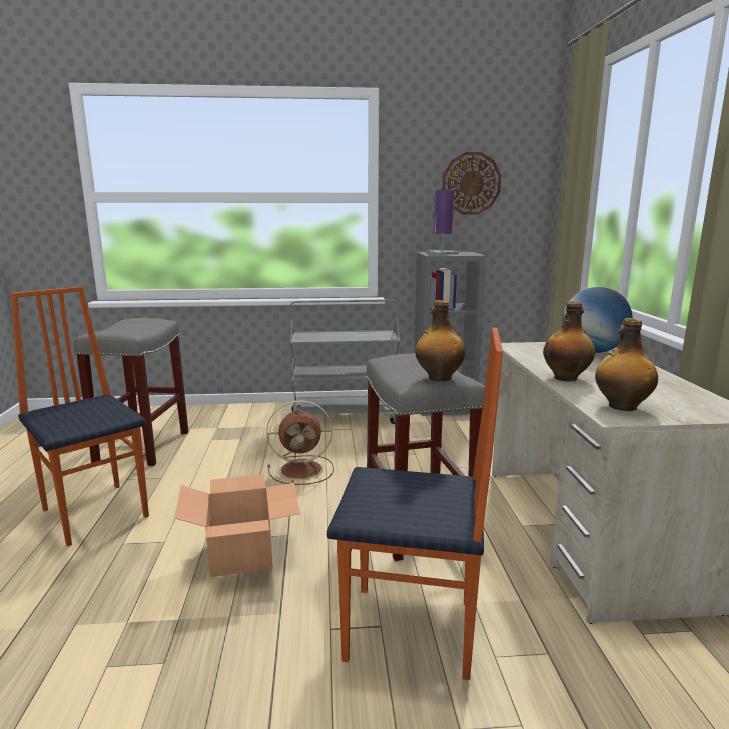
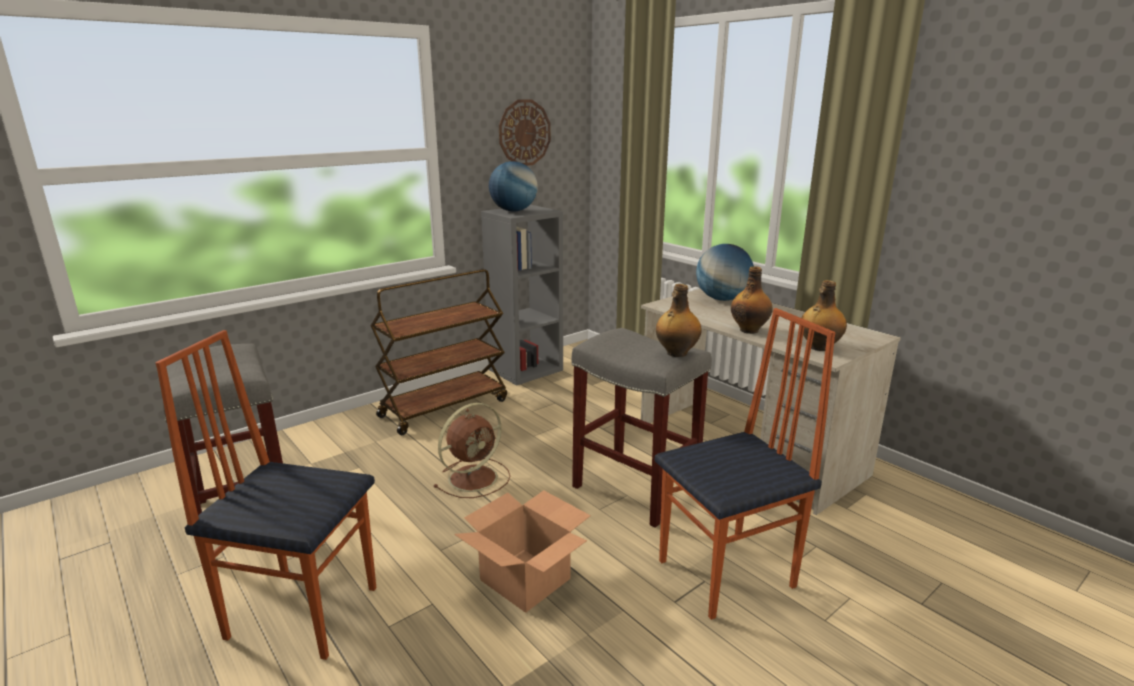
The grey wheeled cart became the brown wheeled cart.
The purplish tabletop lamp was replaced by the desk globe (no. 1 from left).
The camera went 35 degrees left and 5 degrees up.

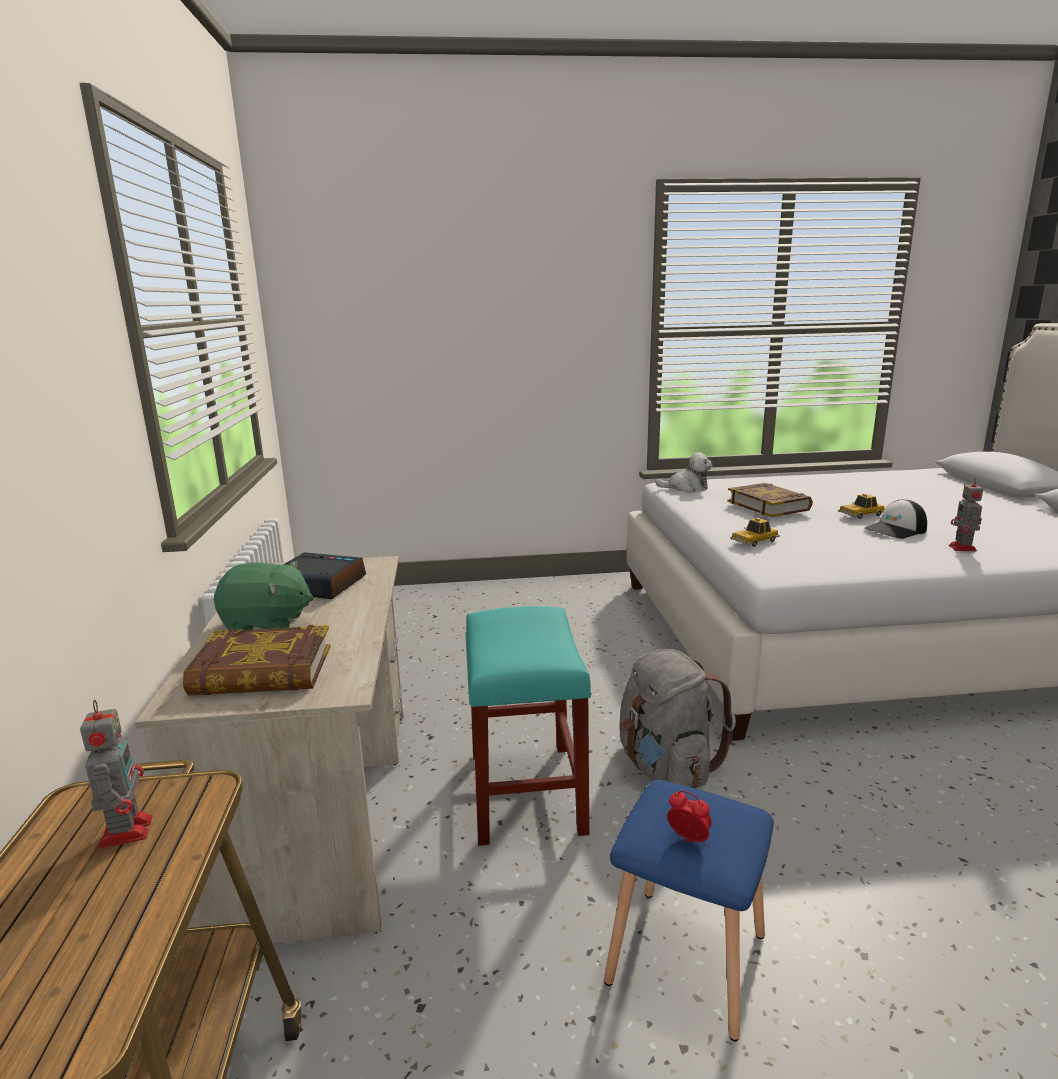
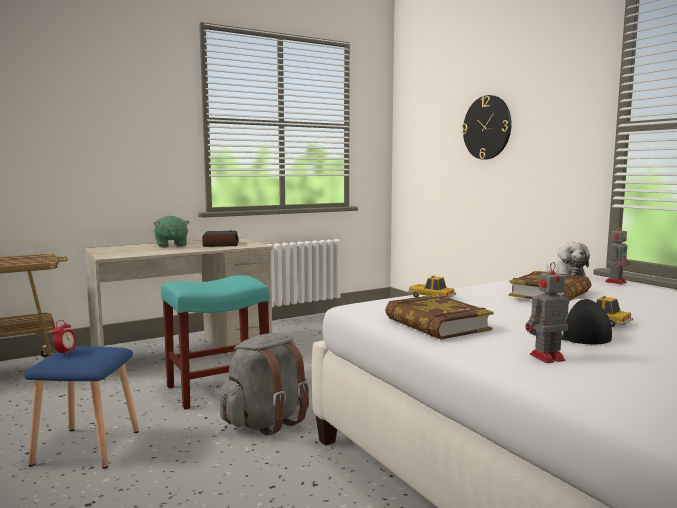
The bound book (no. 1 from left) moved.
The hanging clock appeared.
The toy robot (no. 1 from left in the first image) moved.
The camera went 65 degrees right and 10 degrees down.

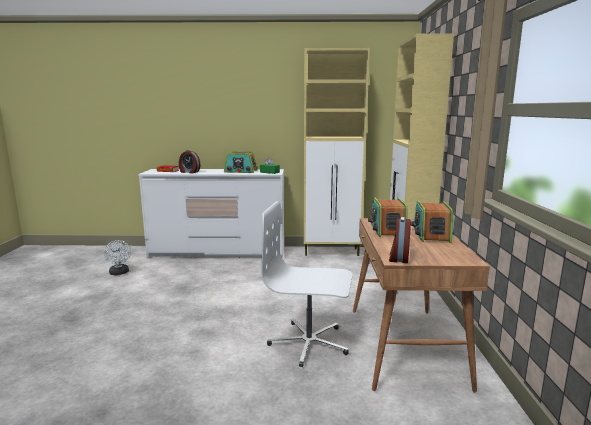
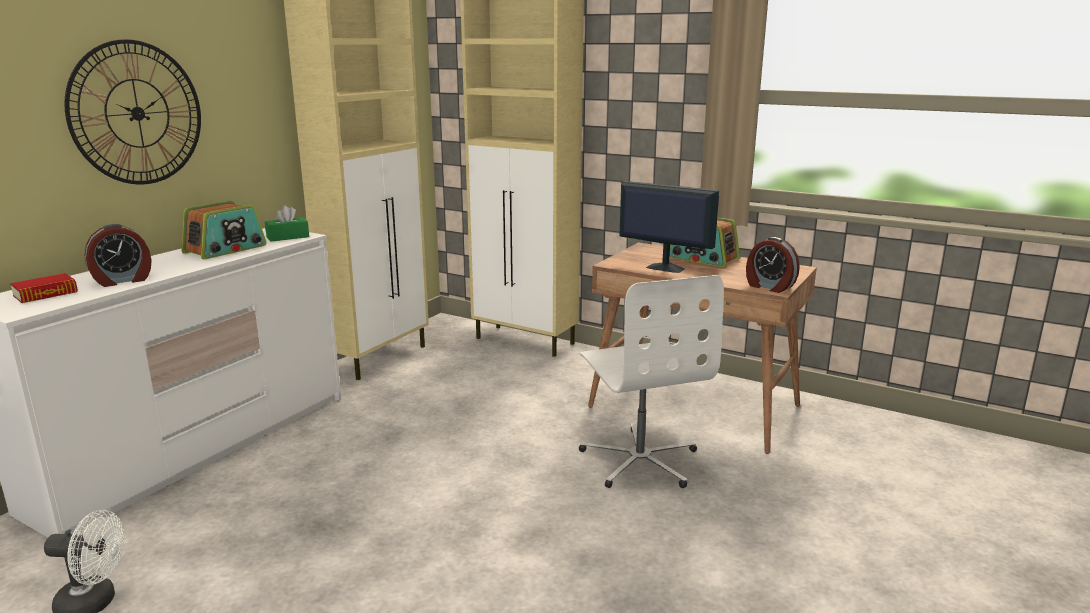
The hanging clock appeared.
The white-coloured computer chair turned 60 degrees counterclockwise.
The radio (no. 2 from left) was replaced by the monitor.
The camera went 60 degrees left and 5 degrees up.

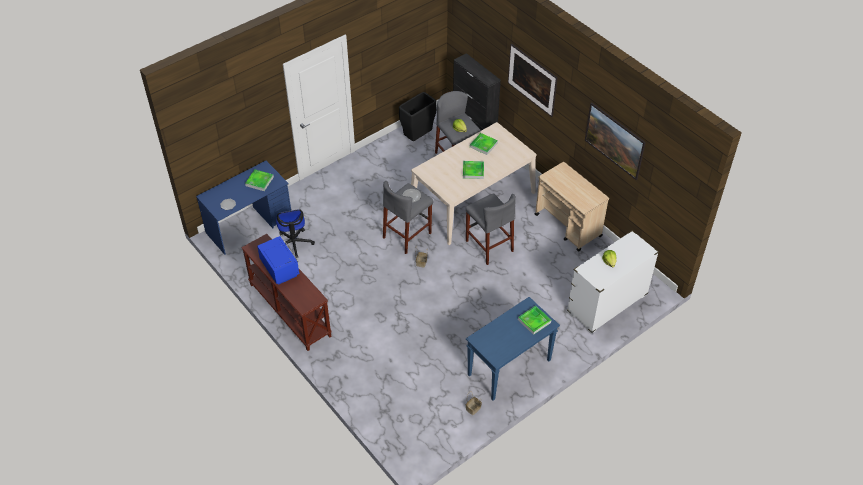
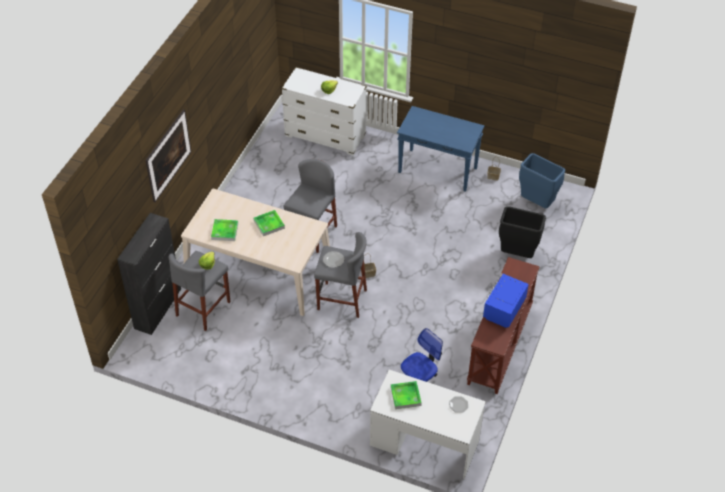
The blue desk table became the white-coloured desk table.
The black rubbish bin moved.
The blue rubbish bin appeared.
The serving tray (no. 4 from left) disappeared.
The beige-coloured wheeled cart disappeared.
The wall art (no. 2 from left) disappeared.
The camera went 120 degrees left and 0 degrees up.

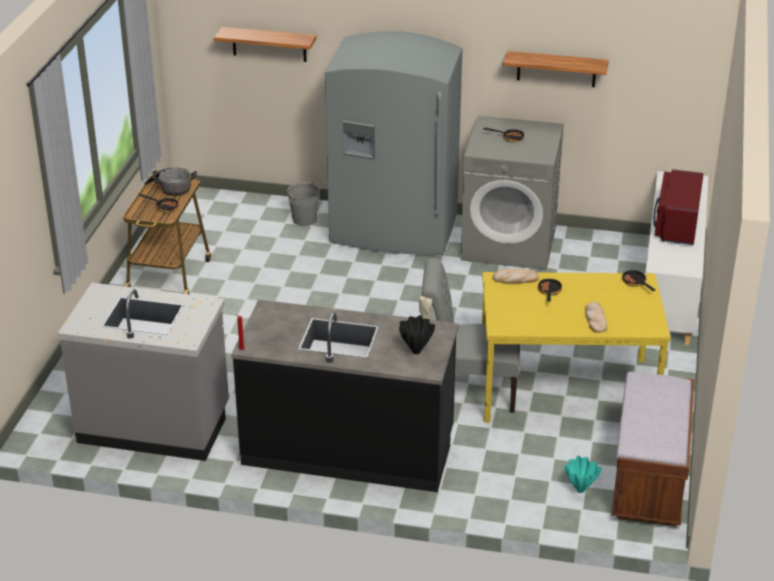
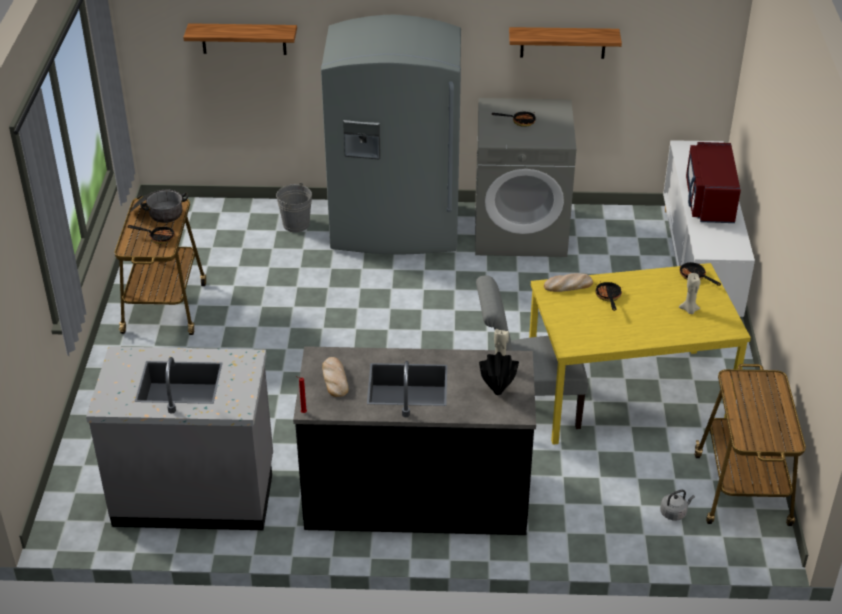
The bakery bread (no. 2 from left in the first image) moved.
The blue-green flower vase was replaced by the grey tea kettle.
The beige-coloured wax candle (no. 2 from left) appeared.
The brown indoor bench was replaced by the wheeled cart (no. 2 from left).
The camera went 10 degrees left and 5 degrees up.

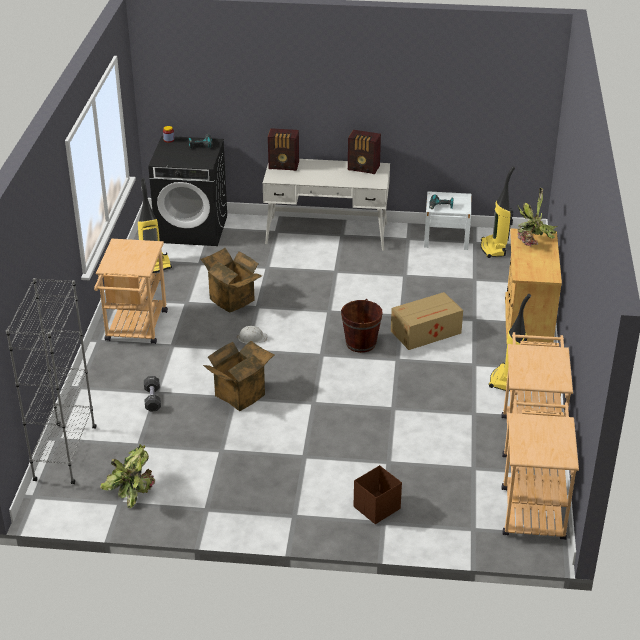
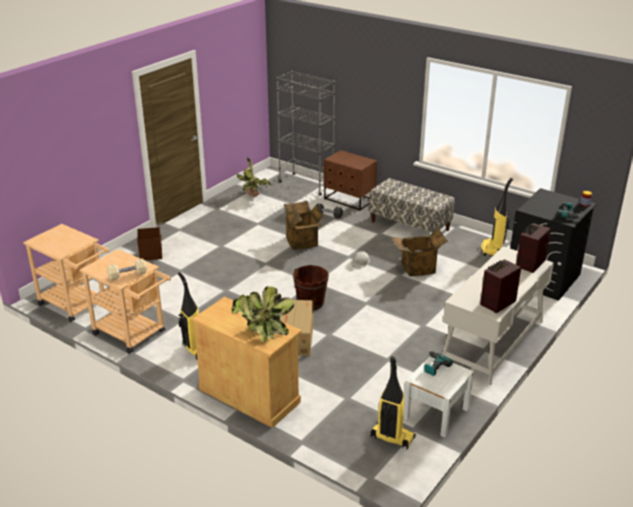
The beige-coloured free weight appeared.
The brown night table appeared.
The beige-coloured wheeled cart (no. 1 from left) was replaced by the indoor bench.
The camera went 120 degrees right and 5 degrees down.

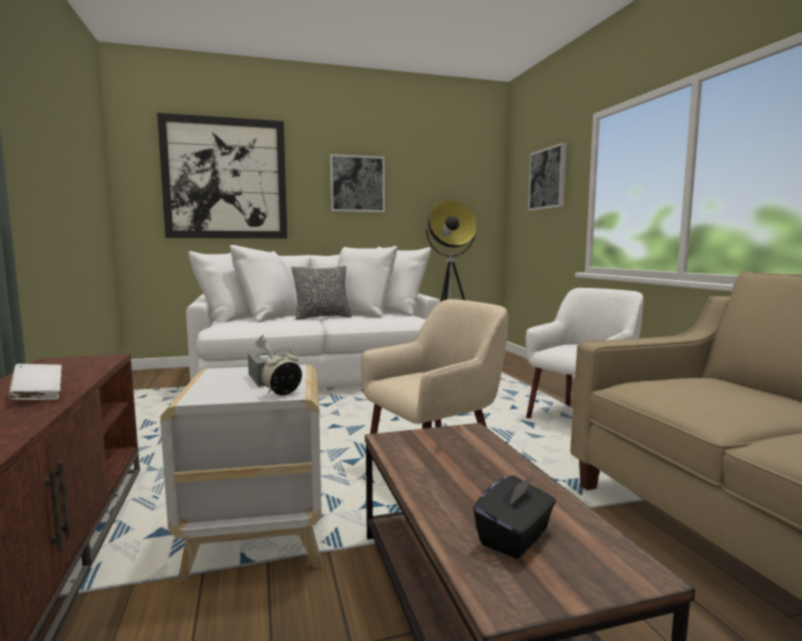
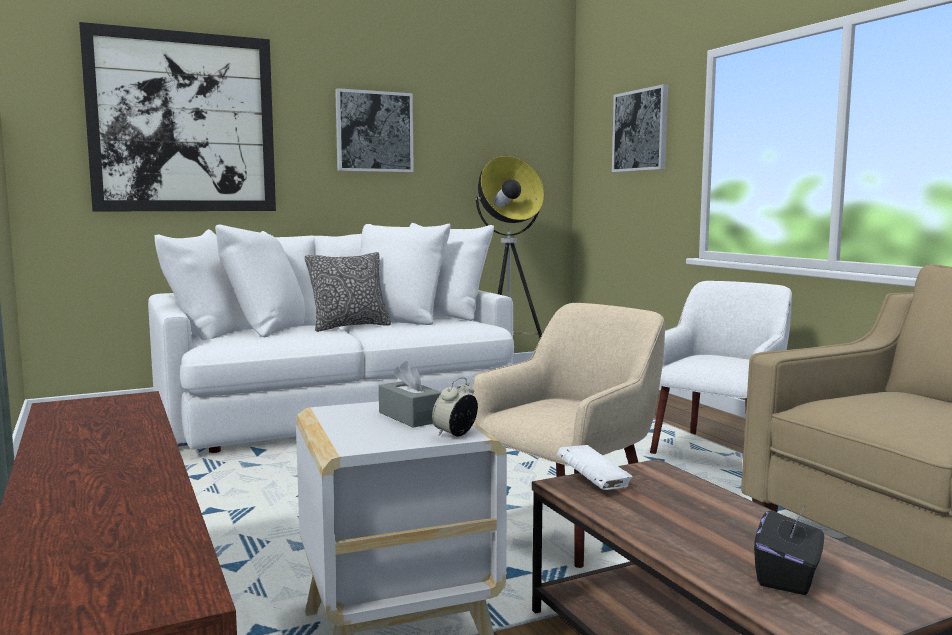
The white-coloured bound book moved.
The camera went 10 degrees left and 0 degrees up.

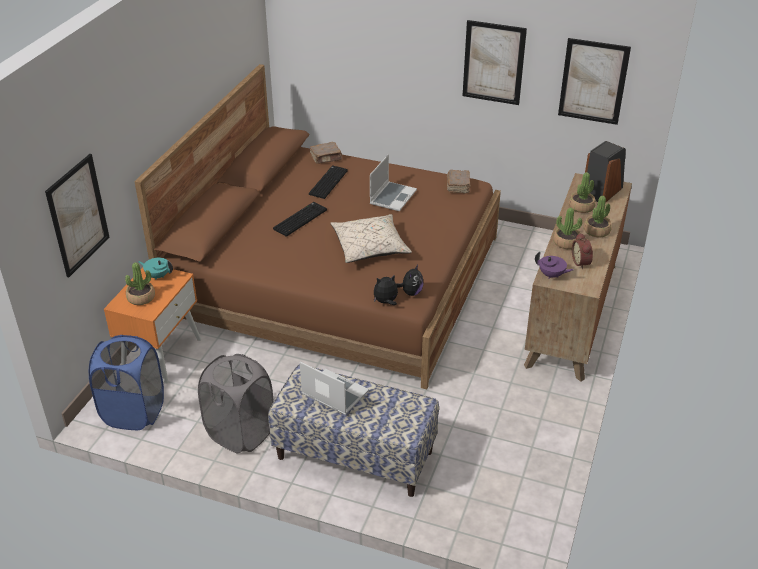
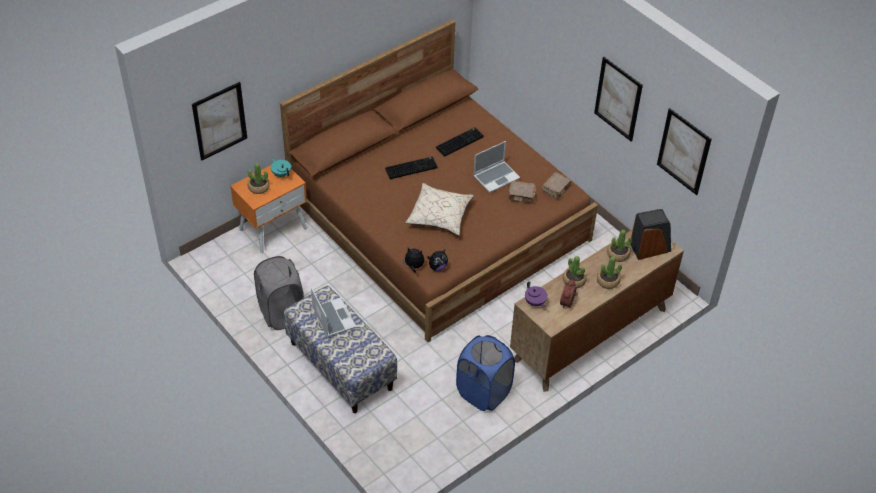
The blue washing basket moved.
The brown bound book (no. 1 from left) moved.
The camera went 30 degrees right and 10 degrees up.

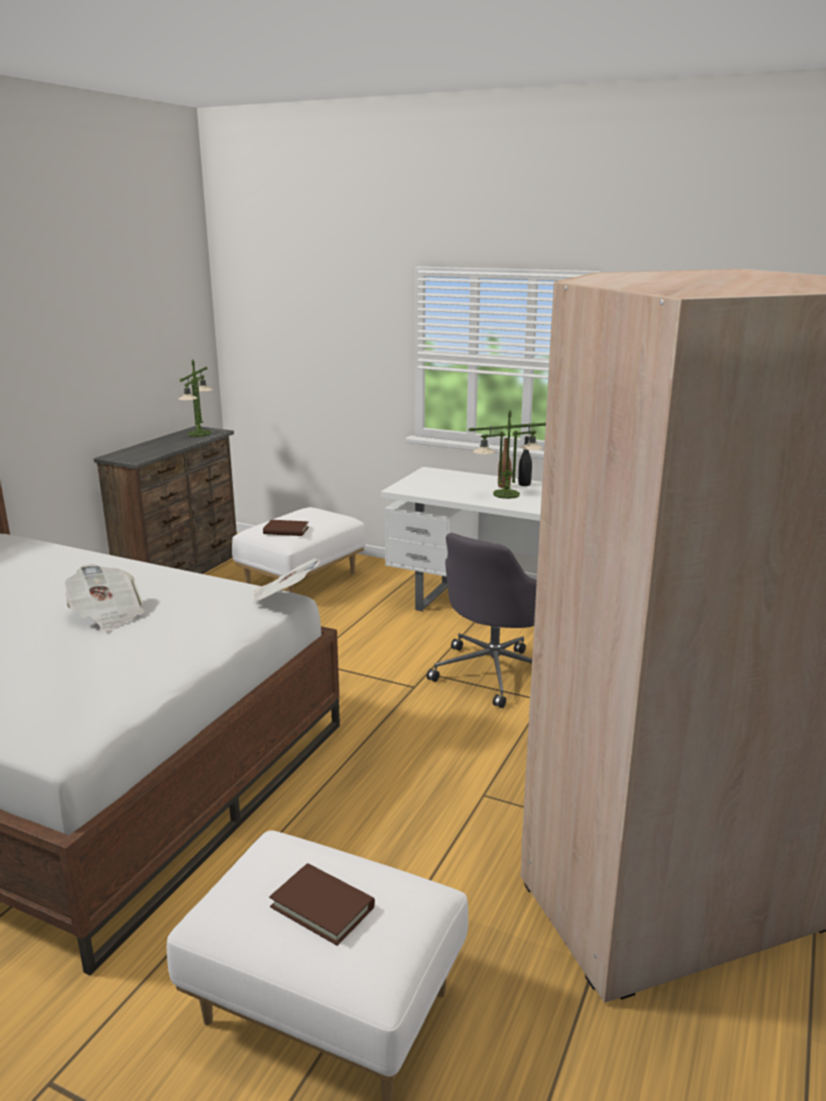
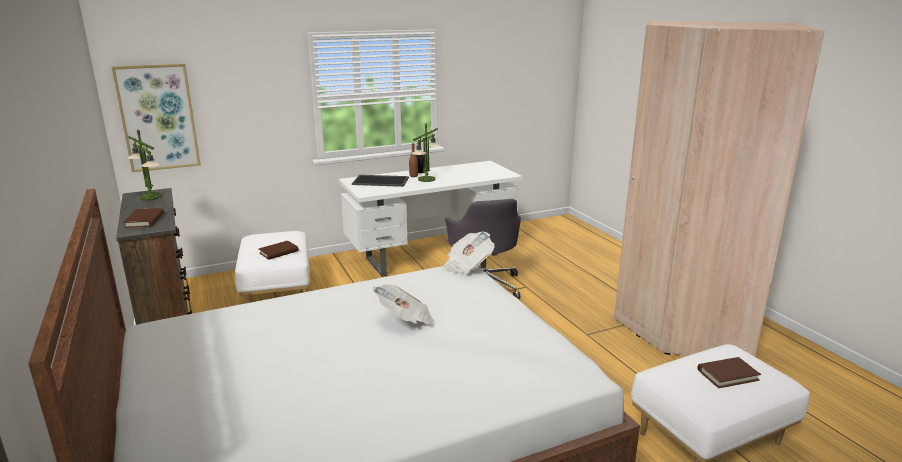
The wall art appeared.
The brown bound book (no. 1 from left) appeared.
The serving tray appeared.
The camera went 50 degrees left and 0 degrees up.

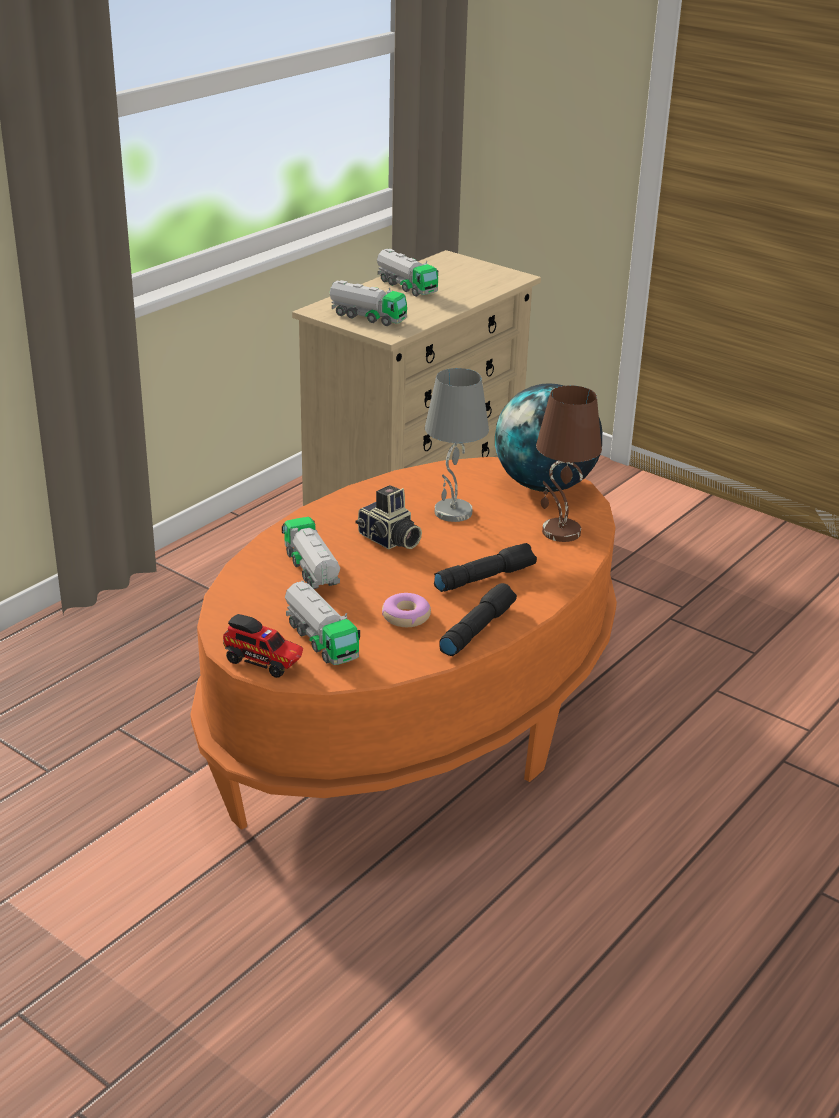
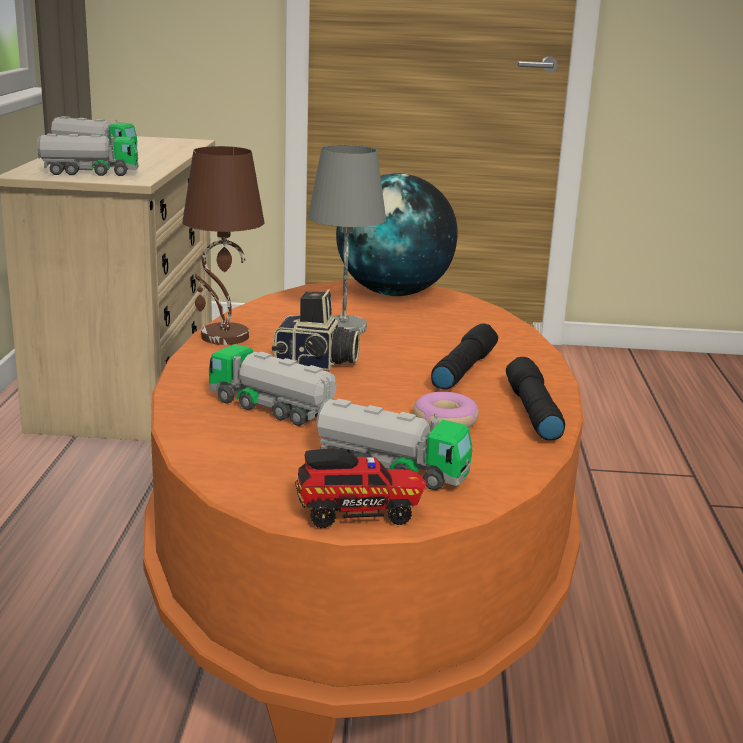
The brown tabletop lamp moved.
The camera went 35 degrees left and 10 degrees down.

